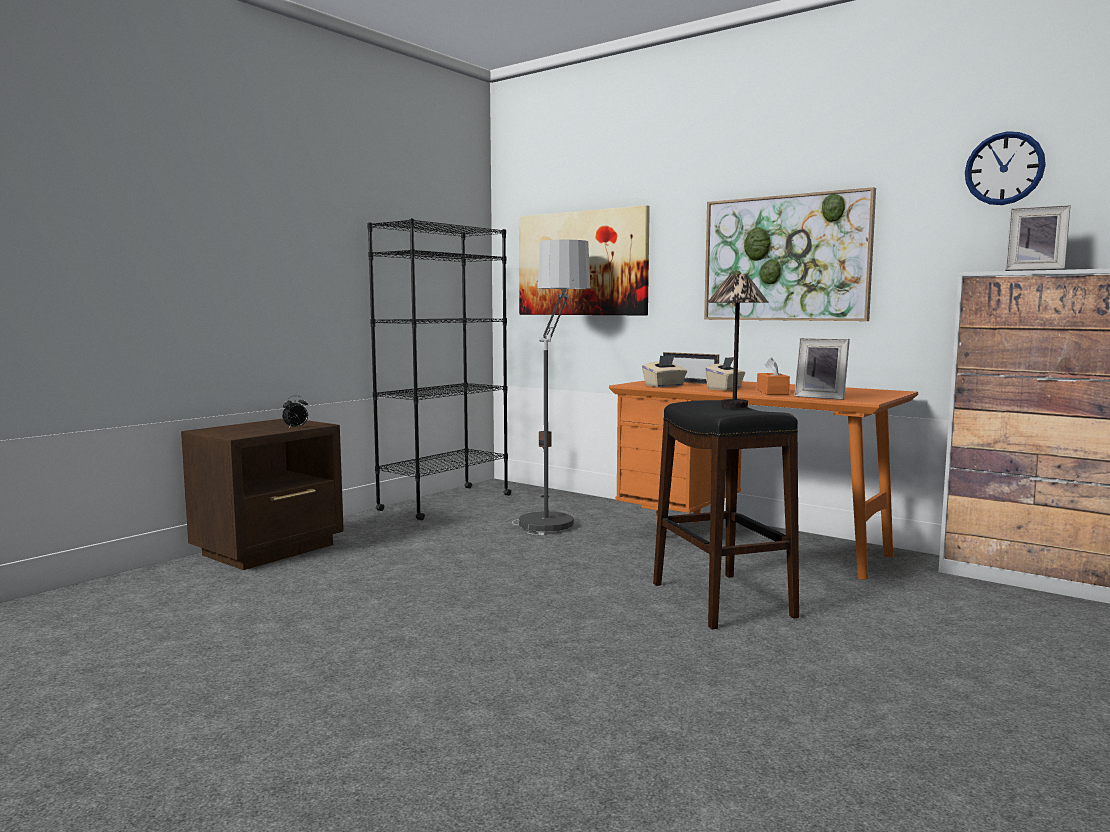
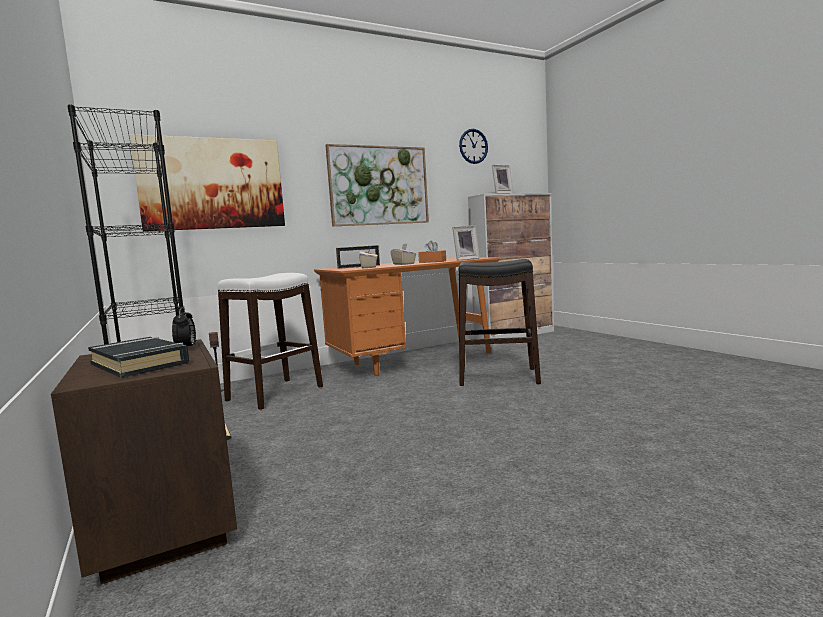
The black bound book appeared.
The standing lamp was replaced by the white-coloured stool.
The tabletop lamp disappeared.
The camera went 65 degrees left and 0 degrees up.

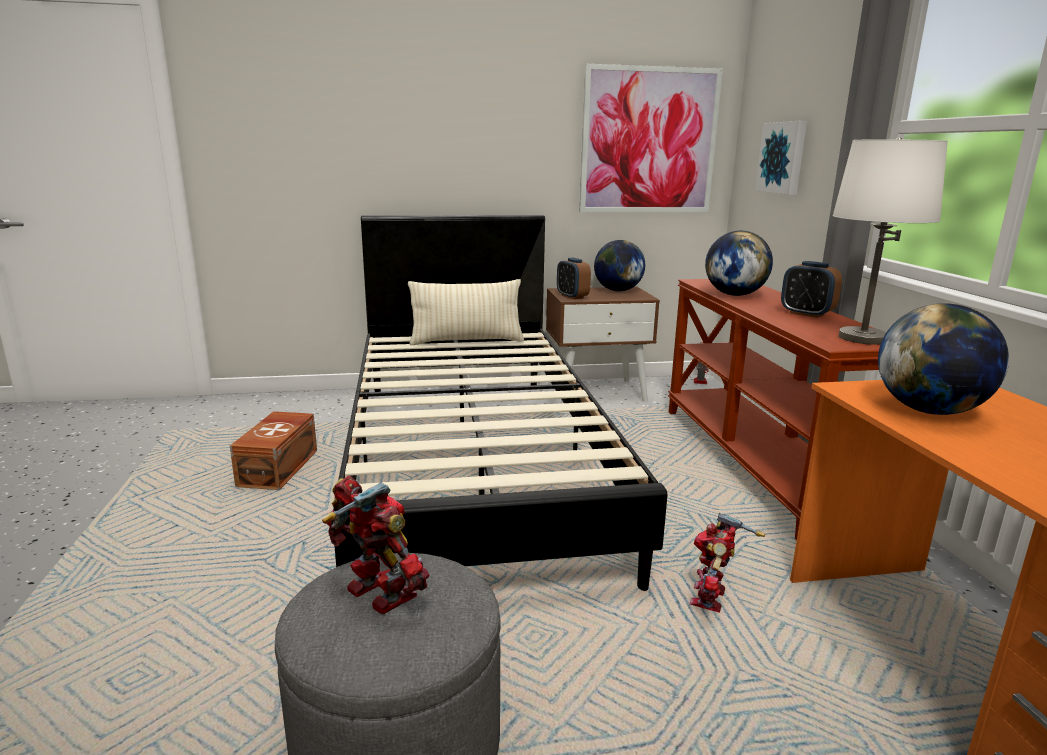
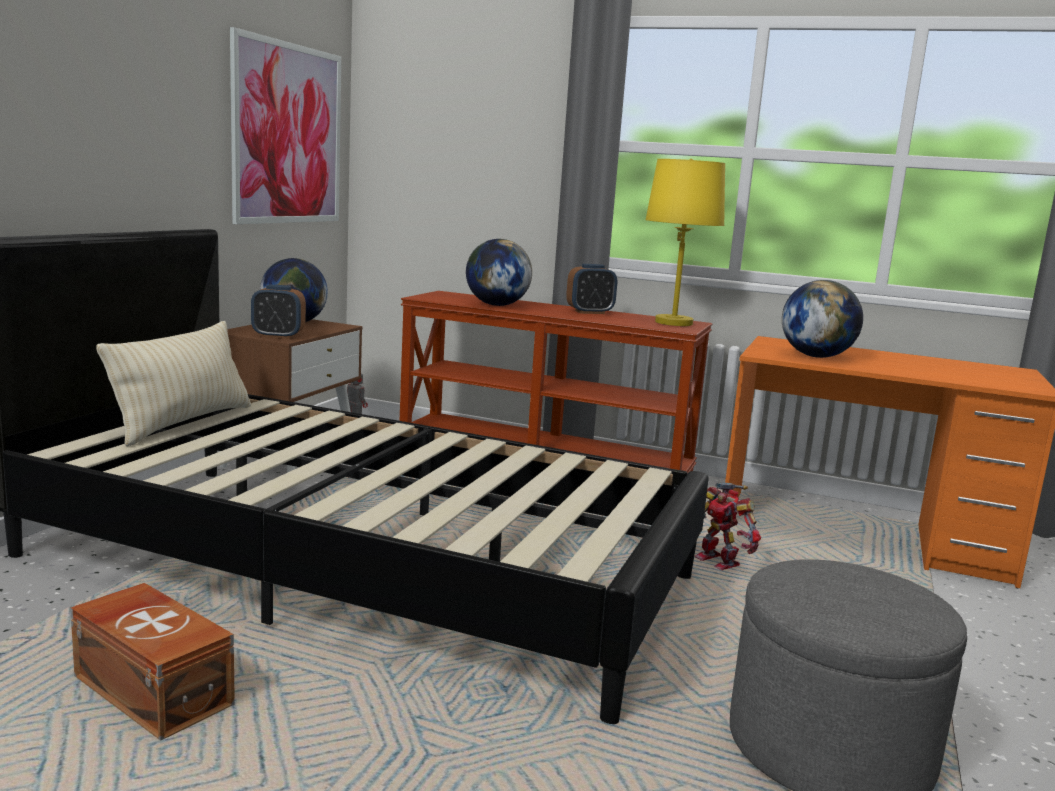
The white-coloured tabletop lamp became the yellowish tabletop lamp.
The toy robot (no. 1 from left) disappeared.
The wall art (no. 2 from left) disappeared.
The camera went 60 degrees left and 5 degrees down.

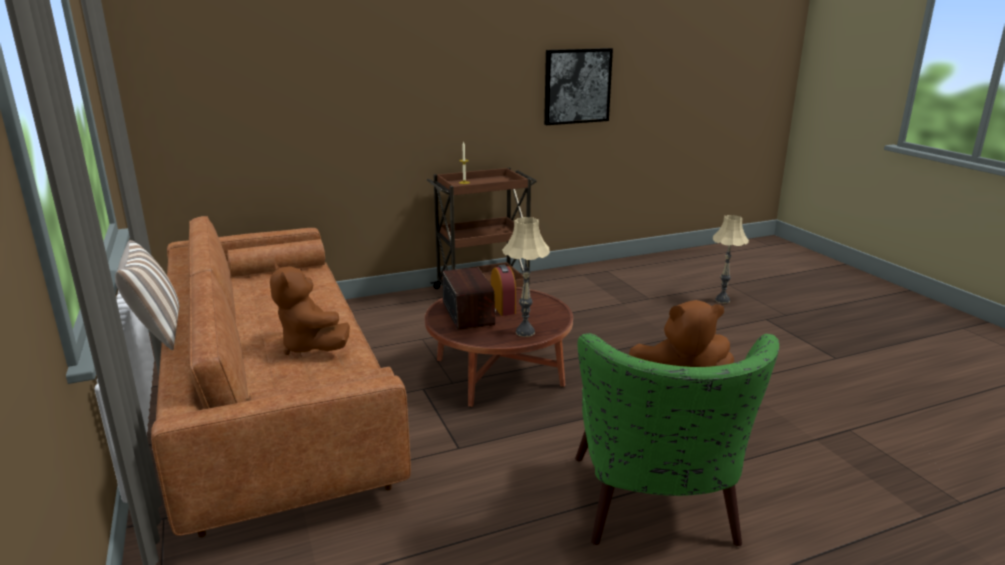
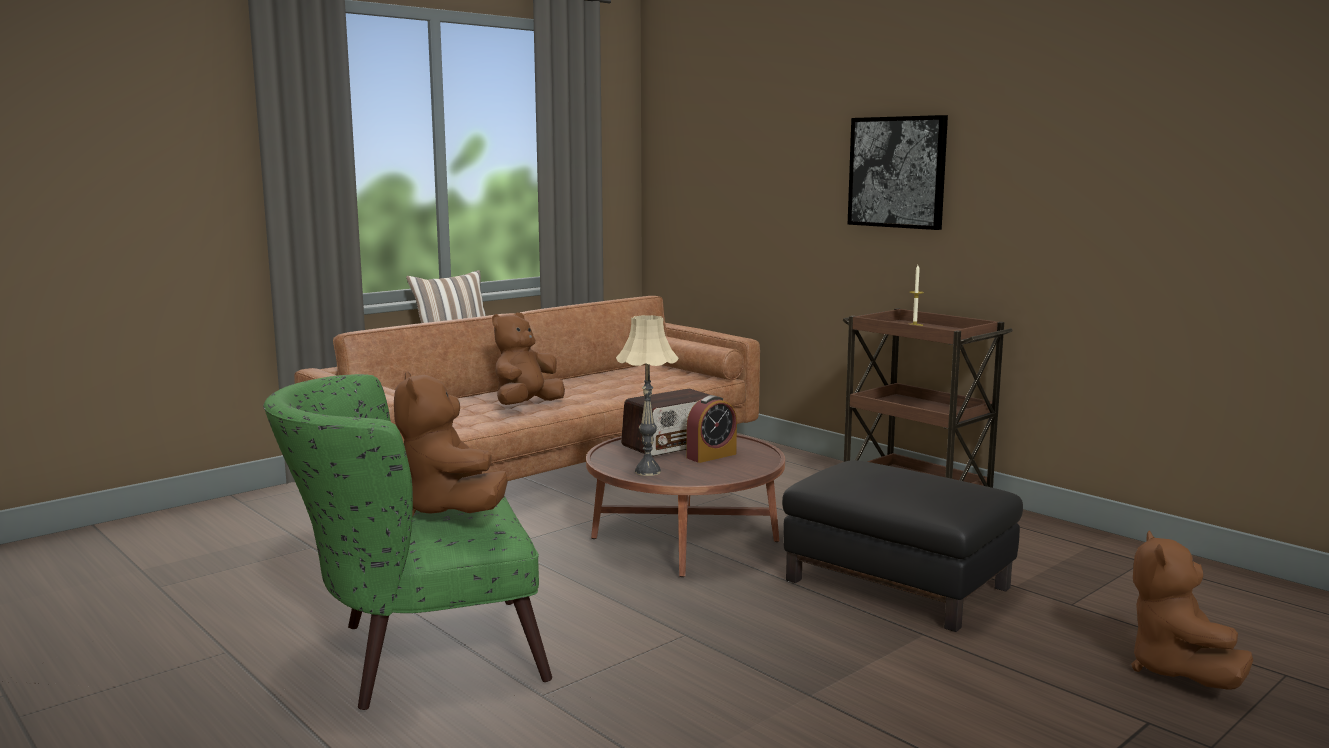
The black pouffe appeared.
The wall art moved.
The beige-coloured tabletop lamp (no. 2 from left) was replaced by the brown cuddly toy (no. 3 from left).
The camera went 70 degrees right and 10 degrees down.

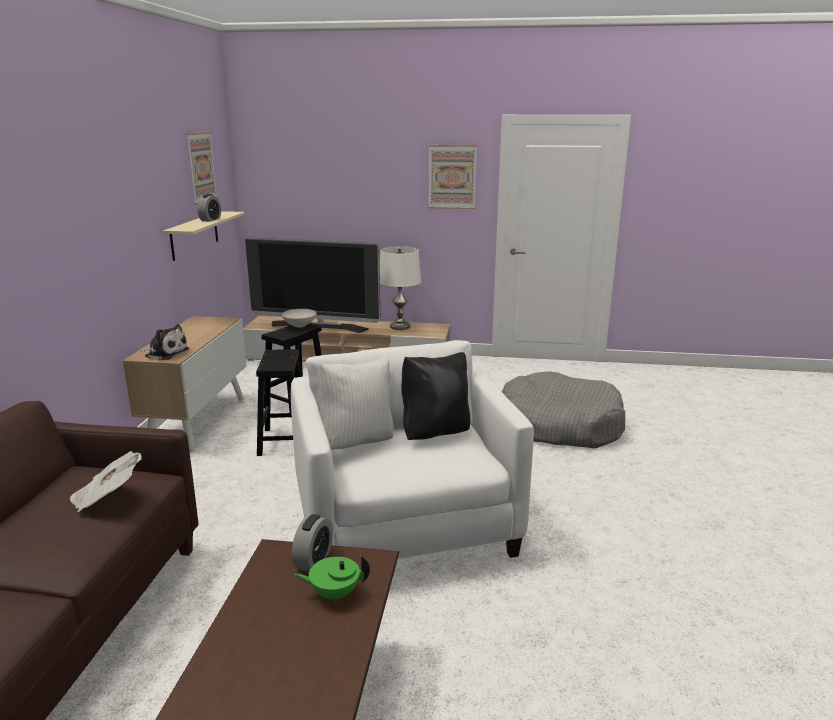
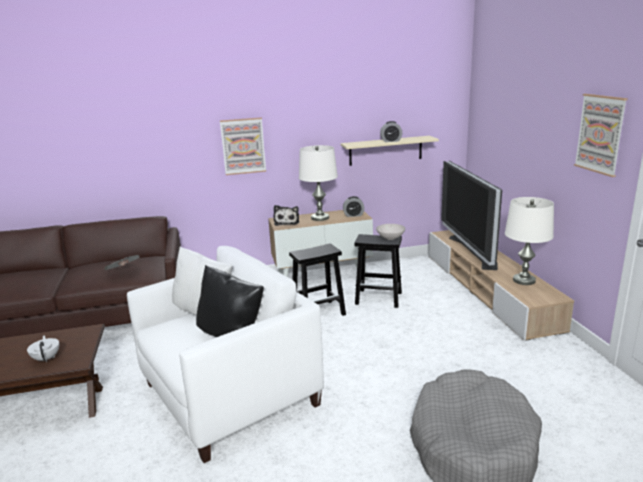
The green tea pot became the white-coloured tea pot.
The wall art (no. 1 from left) moved.
The white-coloured tabletop lamp (no. 1 from left) appeared.
The bedside clock (no. 2 from left in the first image) moved.
The camera went 70 degrees right and 0 degrees up.

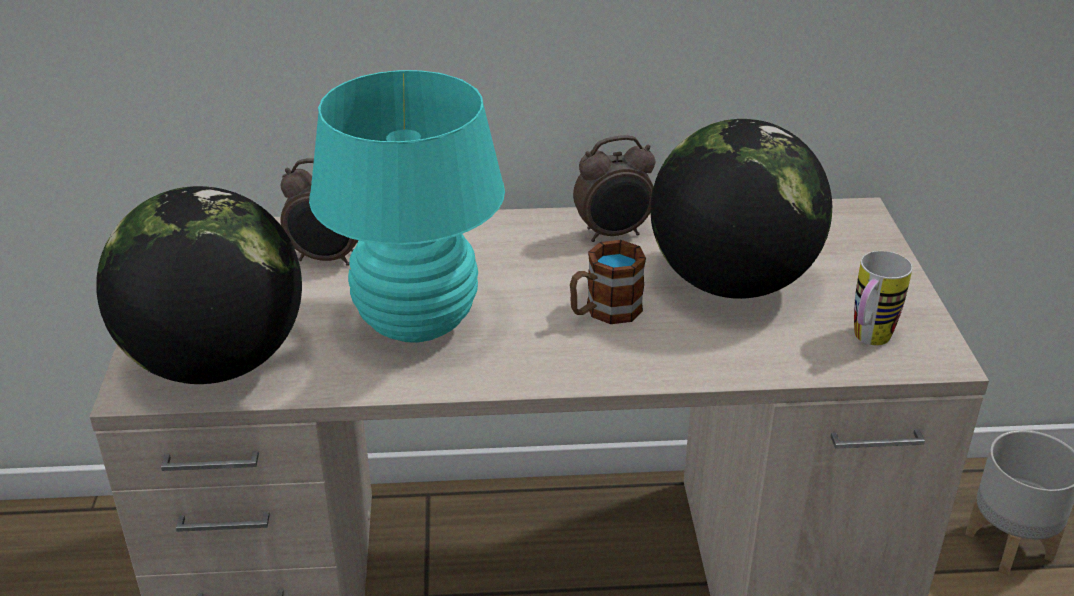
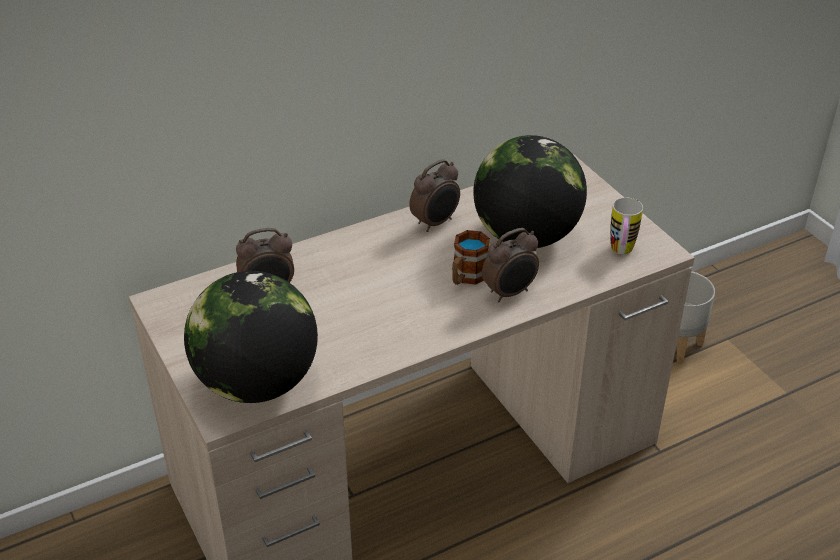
The bedside clock (no. 3 from left) appeared.
The blue-green tabletop lamp disappeared.
The camera went 25 degrees left and 5 degrees up.

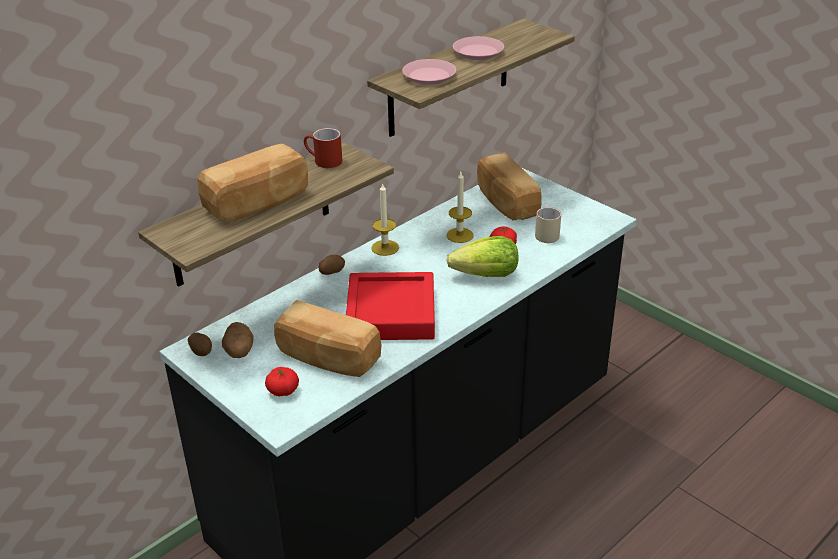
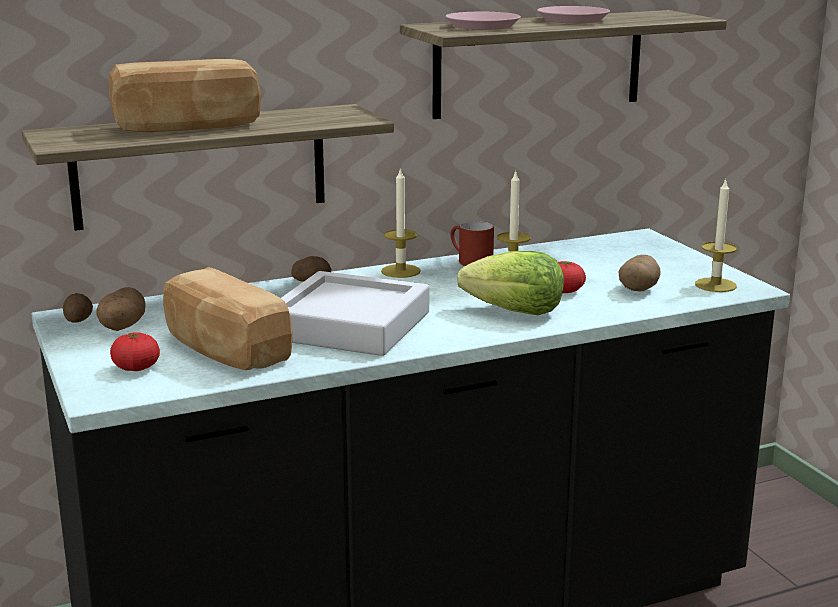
The reddish serving tray became the grey serving tray.
The reddish mug moved.
The beige-coloured mug was replaced by the potato (no. 4 from left).
The wax candle (no. 3 from left) appeared.
The bakery bread (no. 3 from left) disappeared.
The camera went 20 degrees right and 15 degrees down.

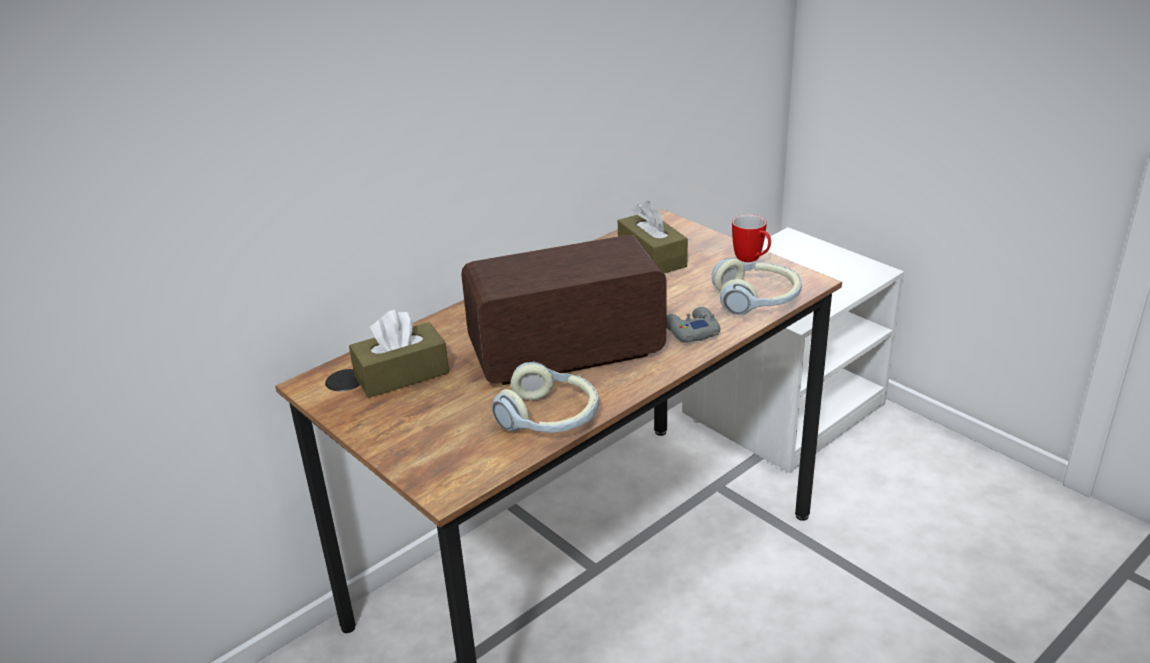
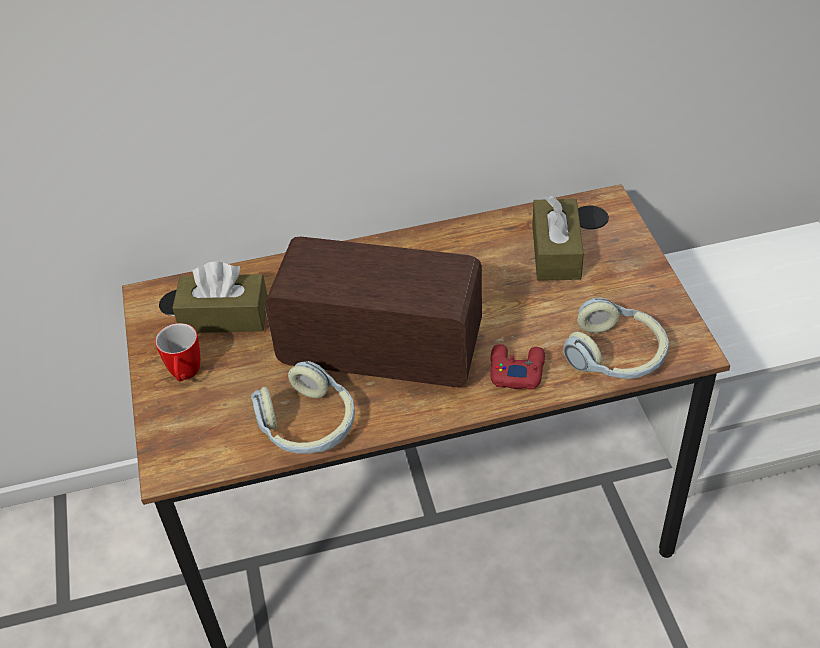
The mug moved.
The grey joypad became the reddish joypad.
The camera went 30 degrees right and 15 degrees up.

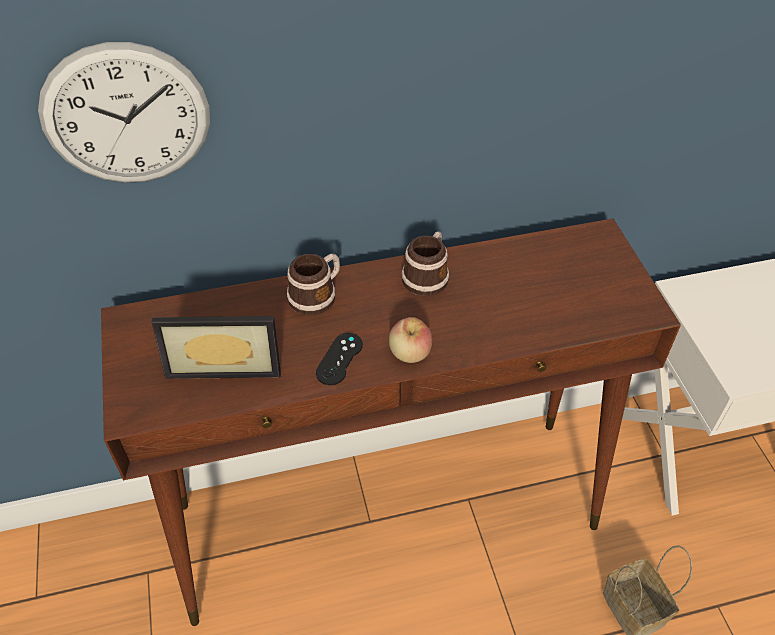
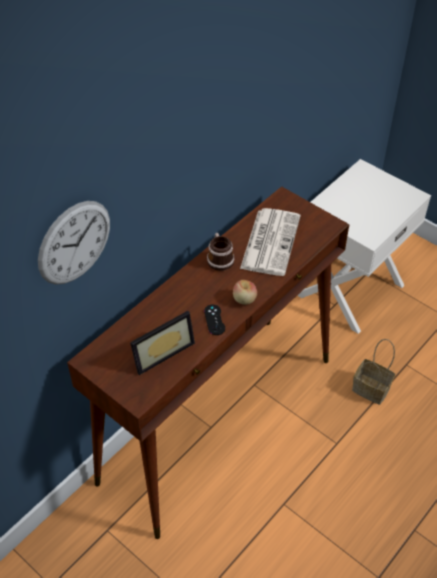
The daily paper appeared.
The mug (no. 1 from left) disappeared.
The camera went 35 degrees left and 0 degrees up.

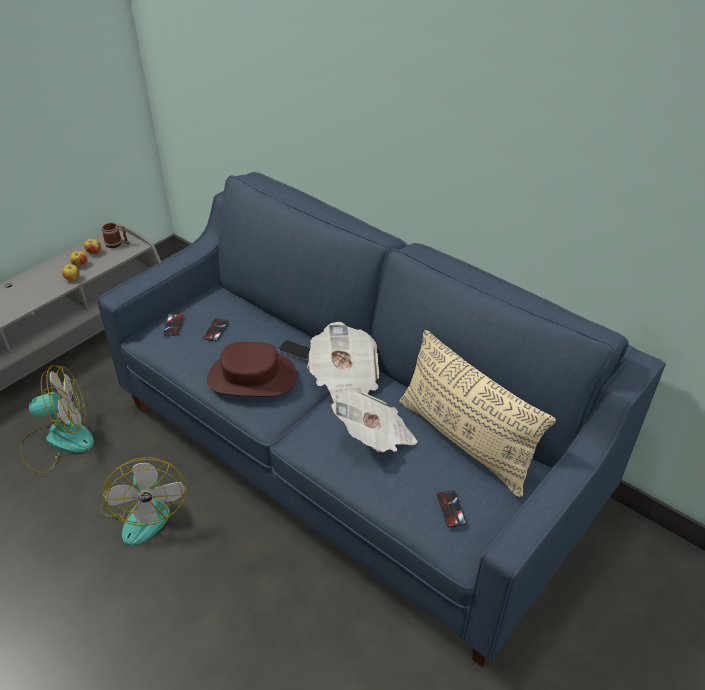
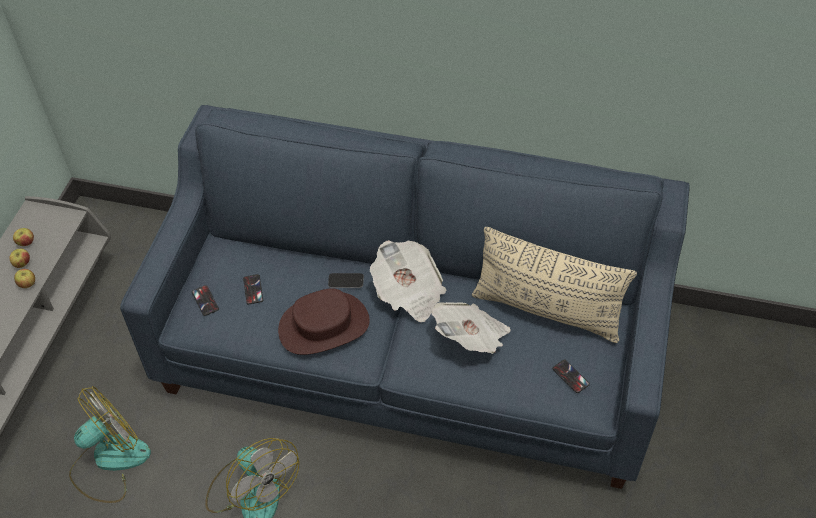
The mug disappeared.
The camera went 25 degrees left and 10 degrees up.

